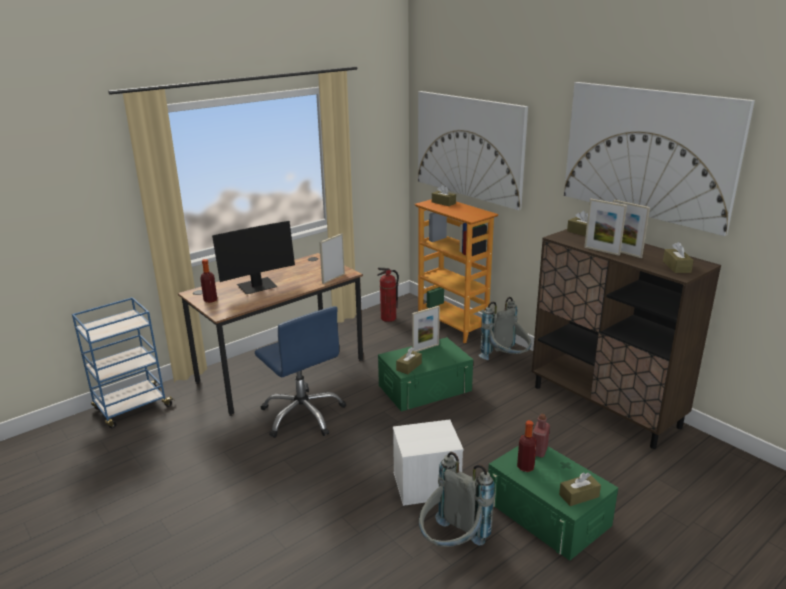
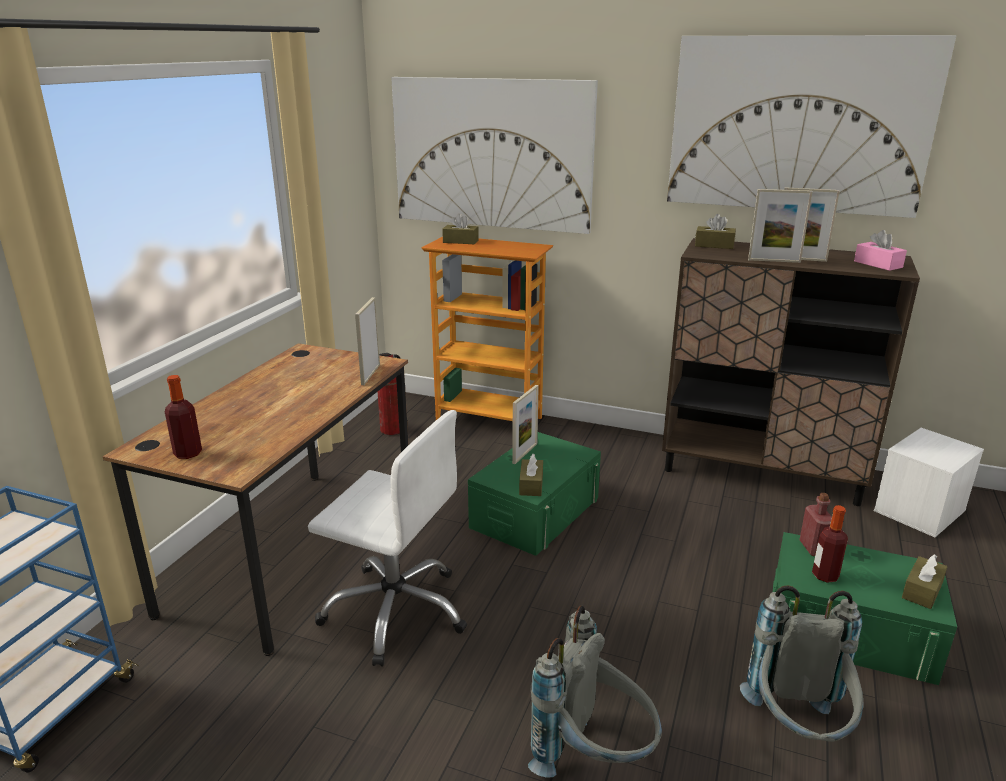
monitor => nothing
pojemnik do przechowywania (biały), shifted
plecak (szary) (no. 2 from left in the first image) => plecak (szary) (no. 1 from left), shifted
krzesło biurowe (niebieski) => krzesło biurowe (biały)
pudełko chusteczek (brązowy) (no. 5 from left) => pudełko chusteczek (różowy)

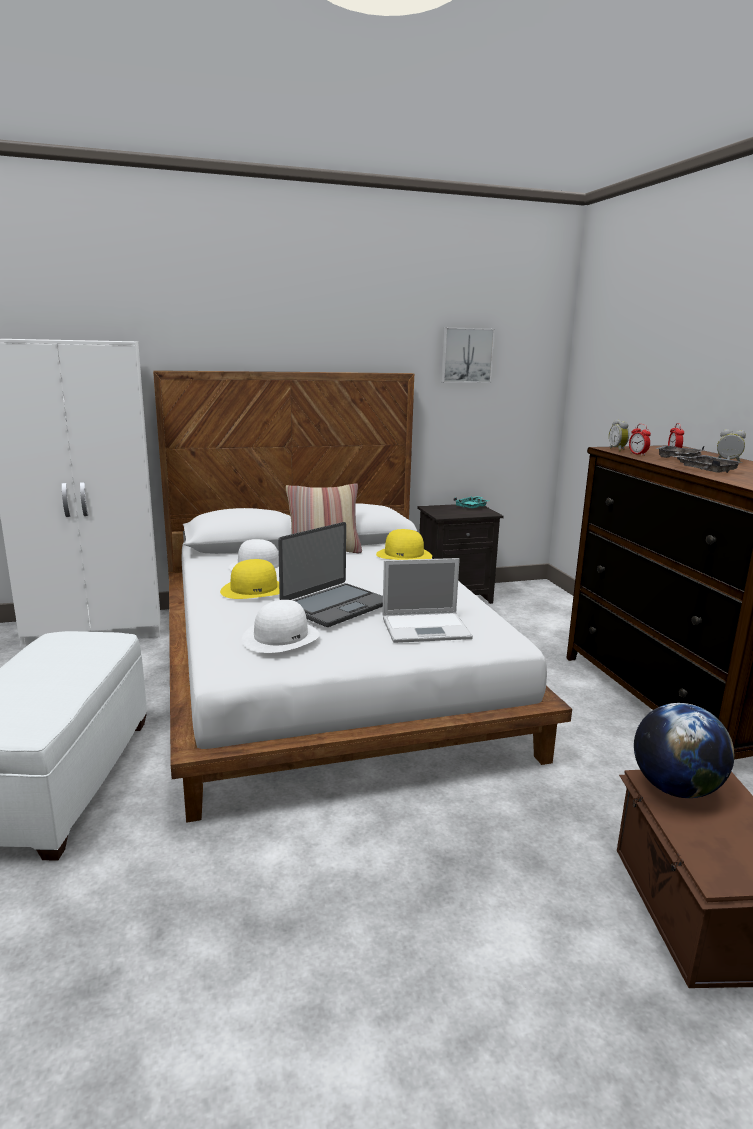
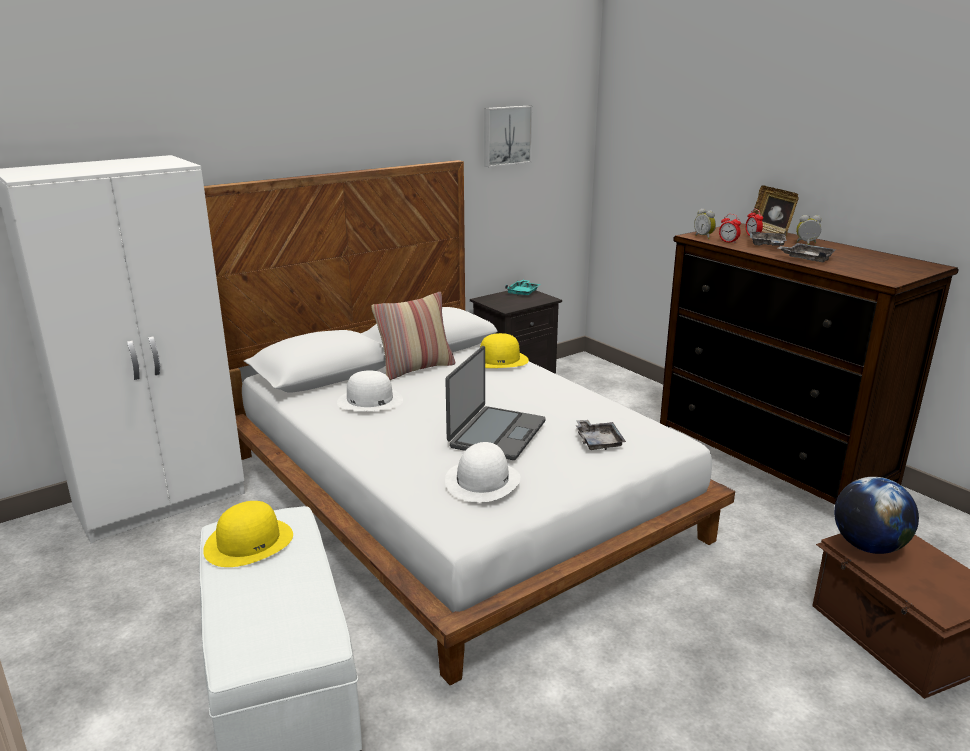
nothing => ramka na zdjęcie
kapelusz (żółty) (no. 1 from left), shifted
laptop (no. 2 from left) => taca (szary) (no. 1 from left)

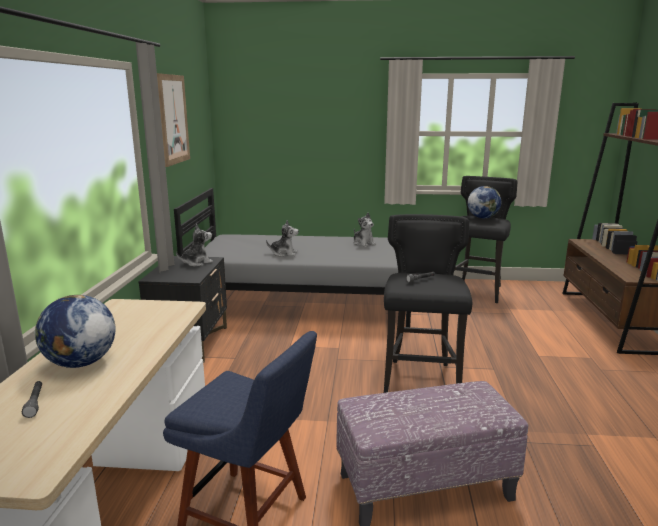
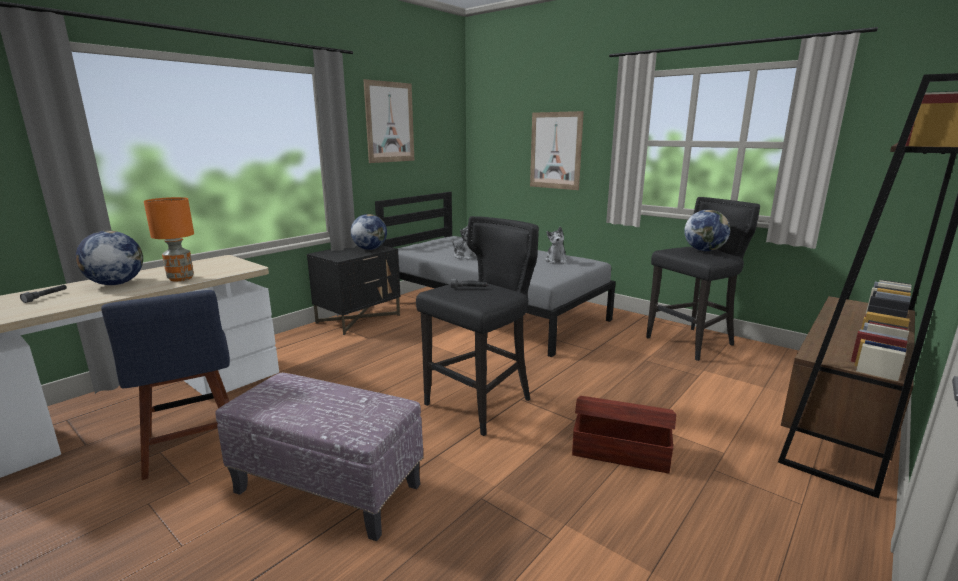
nothing => lampa stołowa (pomarańczowy)
nothing => obraz (no. 2 from left)
nothing => pojemnik do przechowywania (brązowy)
pluszak (no. 1 from left) => globus (no. 2 from left)

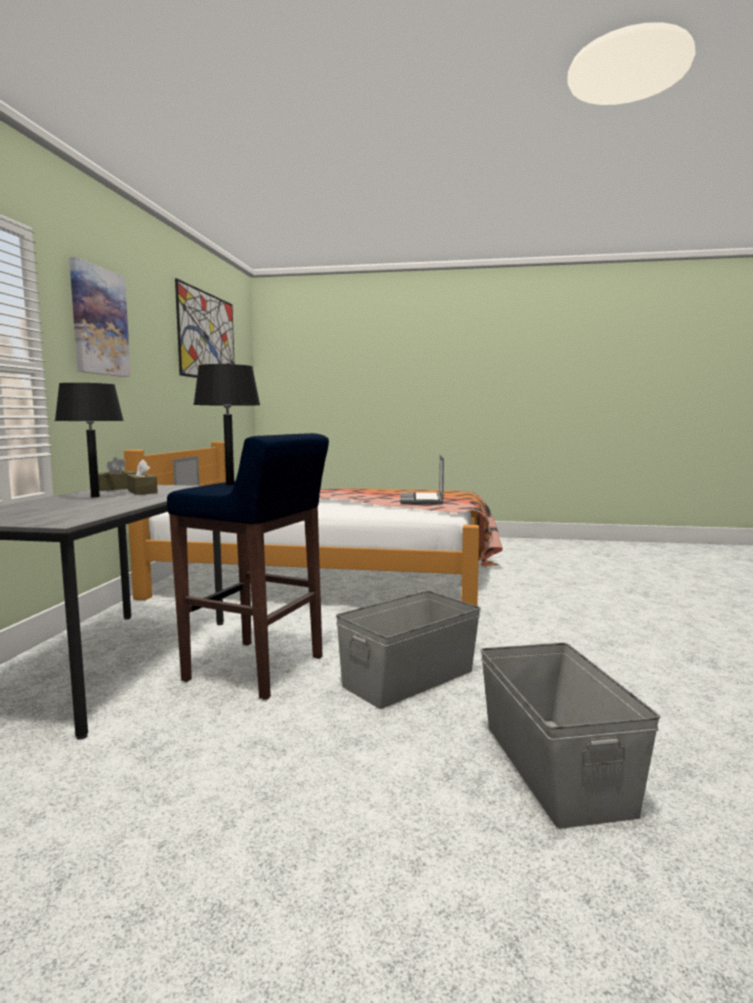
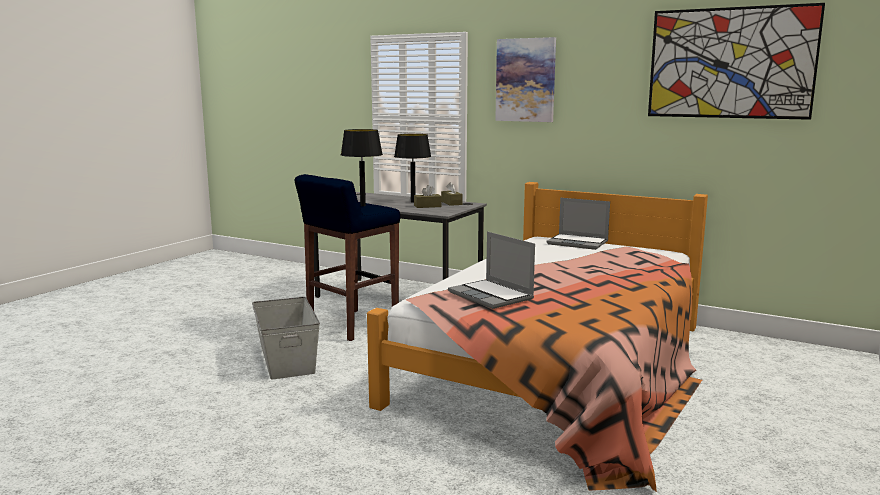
pojemnik do przechowywania (szary) (no. 2 from left) => nothing
laptop (no. 2 from left in the first image) => laptop (no. 1 from left), 150 degrees counterclockwise

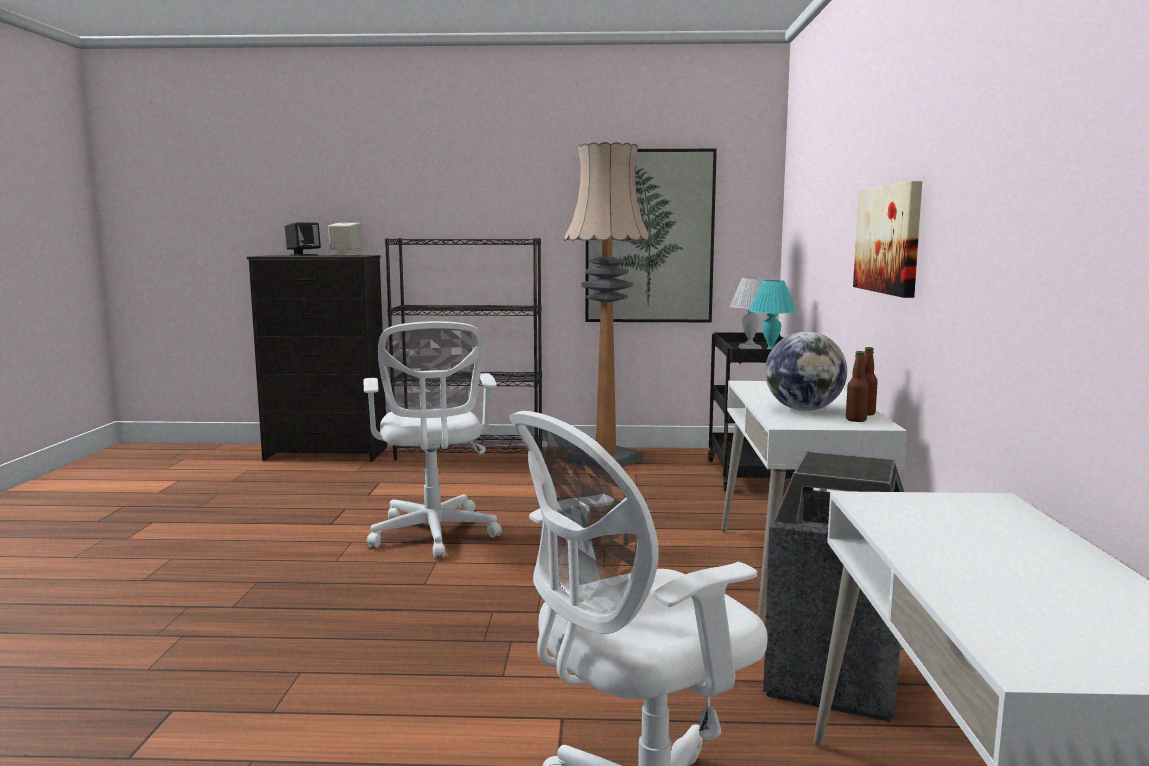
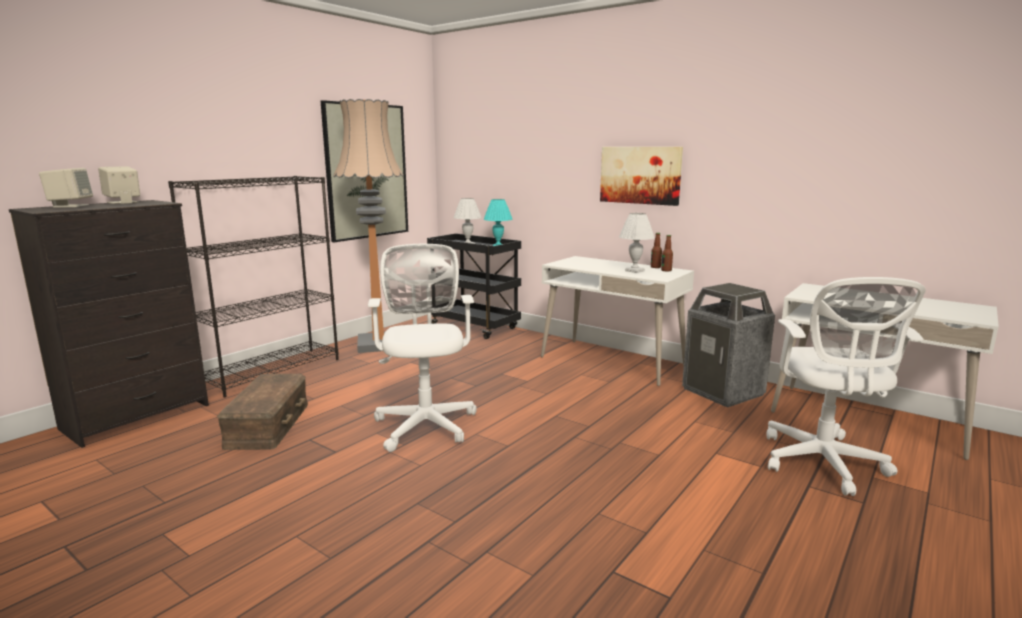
nothing => pojemnik do przechowywania (brązowy)
globus => lampa stołowa (biały) (no. 2 from left)
głośnik (czarny) => głośnik (beżowy) (no. 1 from left)
krzesło biurowe (biały) (no. 1 from left), 120 degrees counterclockwise

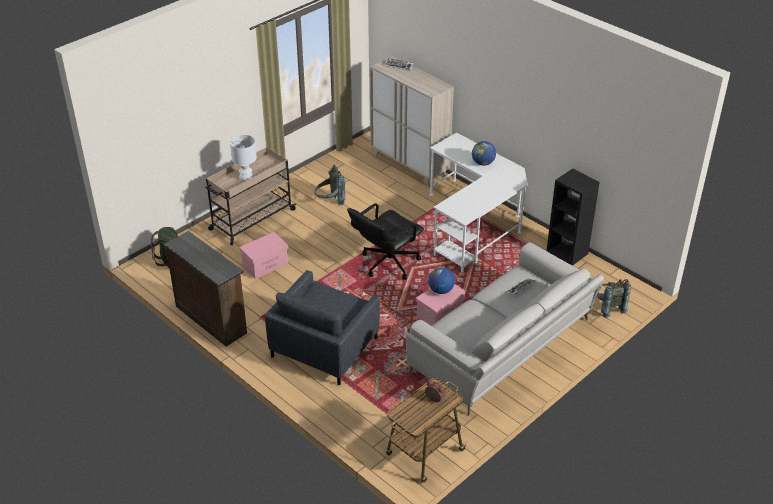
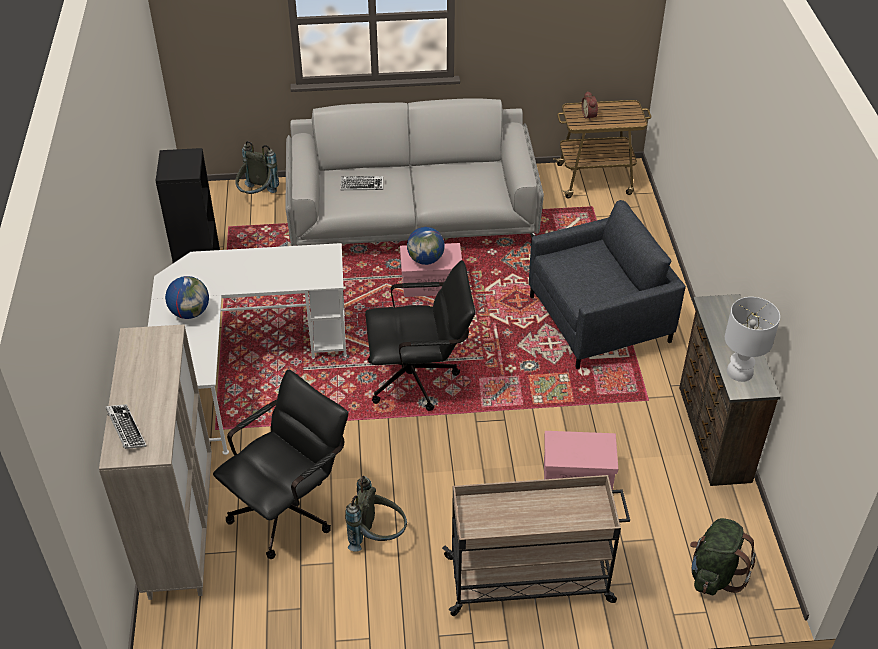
nothing => krzesło biurowe (czarny) (no. 1 from left)
lampa stołowa (biały), shifted

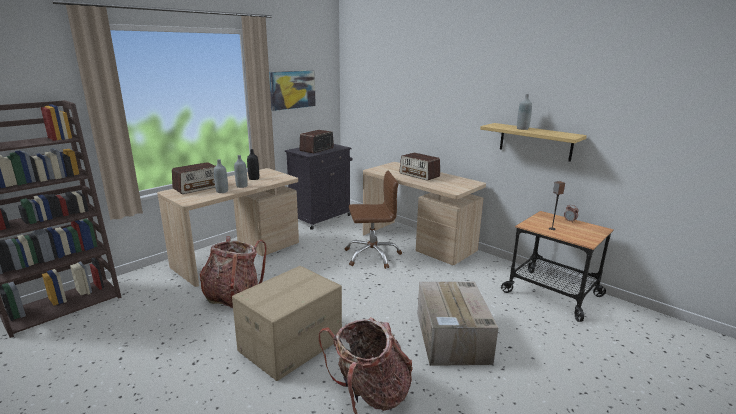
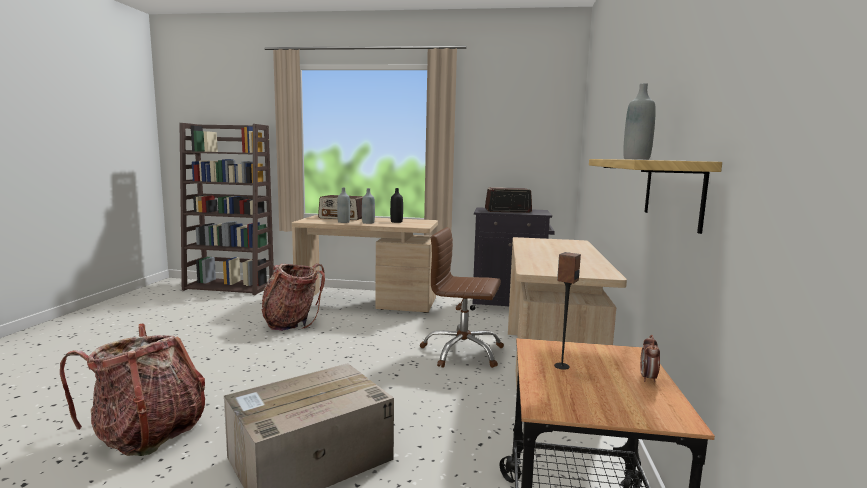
karton (no. 1 from left) => nothing
obraz => nothing
radio (no. 3 from left) => nothing
krzesło biurowe (brązowy), 150 degrees clockwise

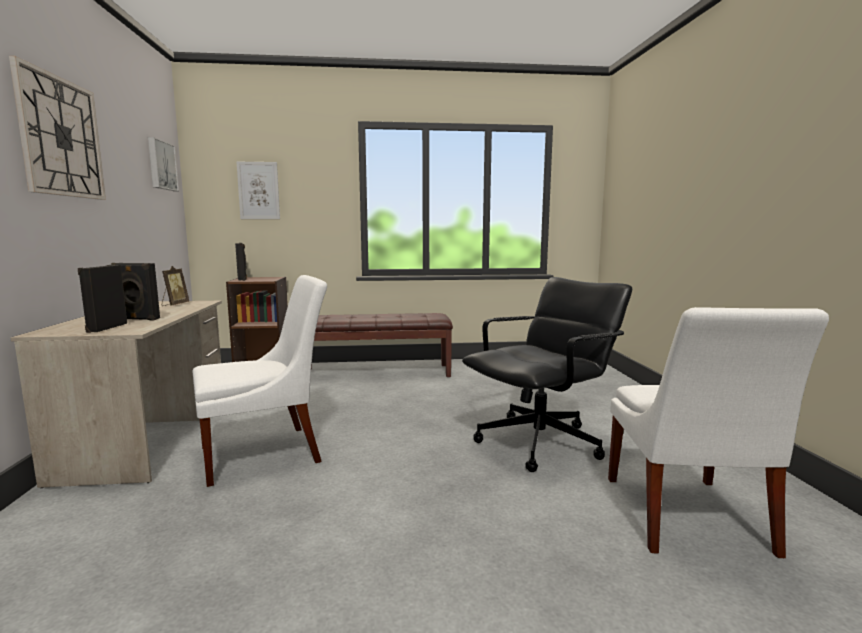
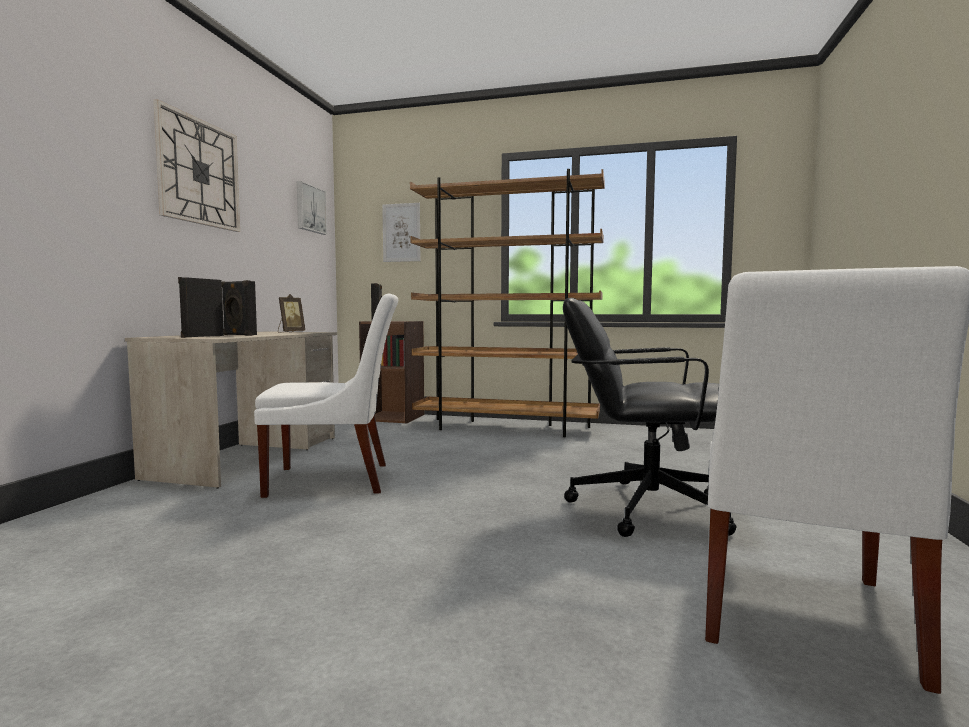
ławka (brązowy) => regał (brązowy) (no. 2 from left)
krzesło biurowe (czarny), 150 degrees counterclockwise

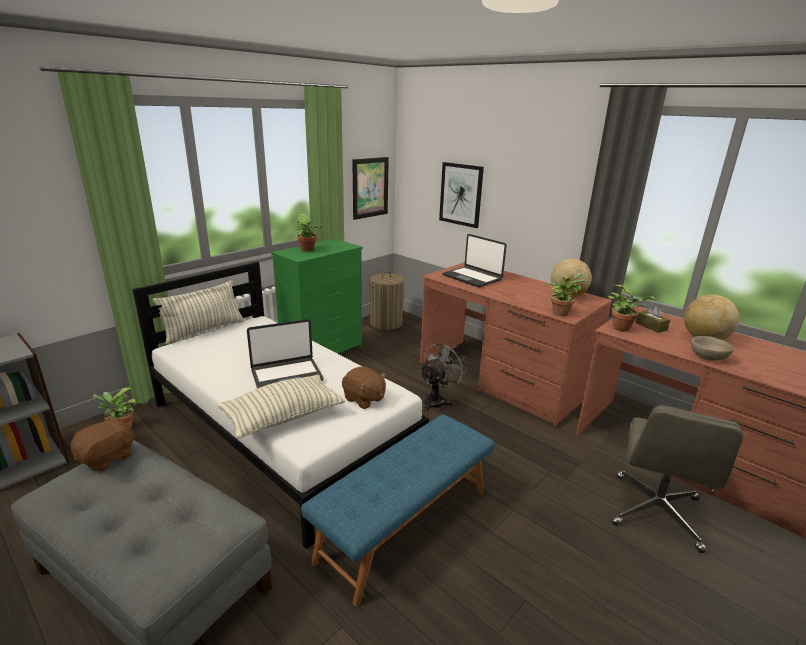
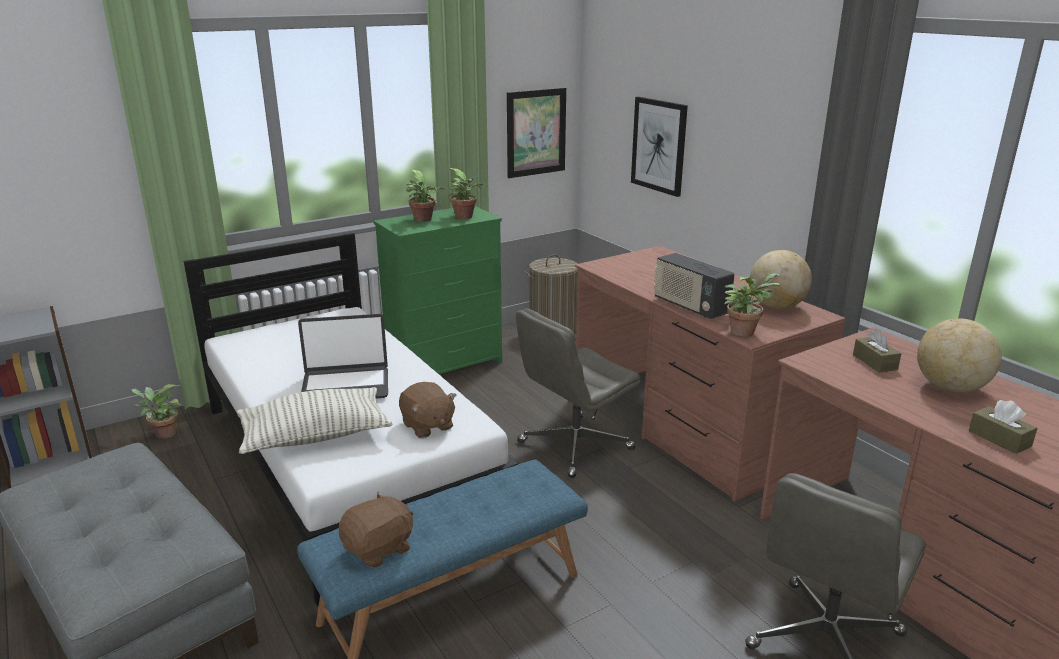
poduszka (no. 1 from left) => nothing
laptop (no. 2 from left) => nothing
miska (beżowy) => nothing
nothing => radio
nothing => pudełko chusteczek (brązowy) (no. 2 from left)
pluszak (brązowy) (no. 1 from left), shifted
roślina doniczkowa (no. 4 from left in the first image) => roślina doniczkowa (no. 3 from left), shifted
wentylator (szary) => krzesło biurowe (szary) (no. 1 from left)

